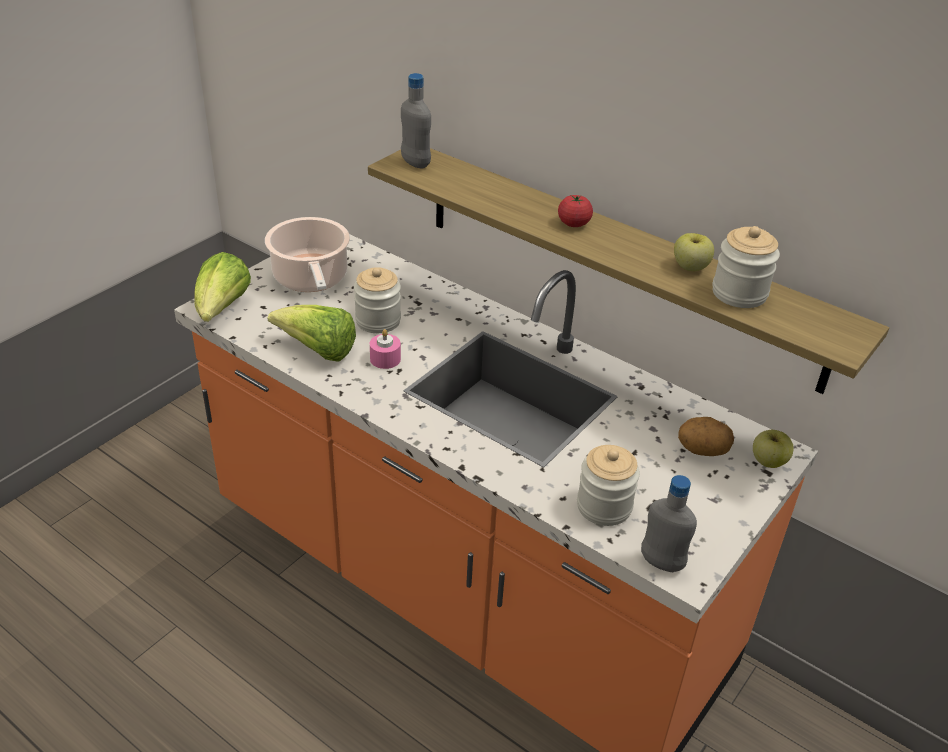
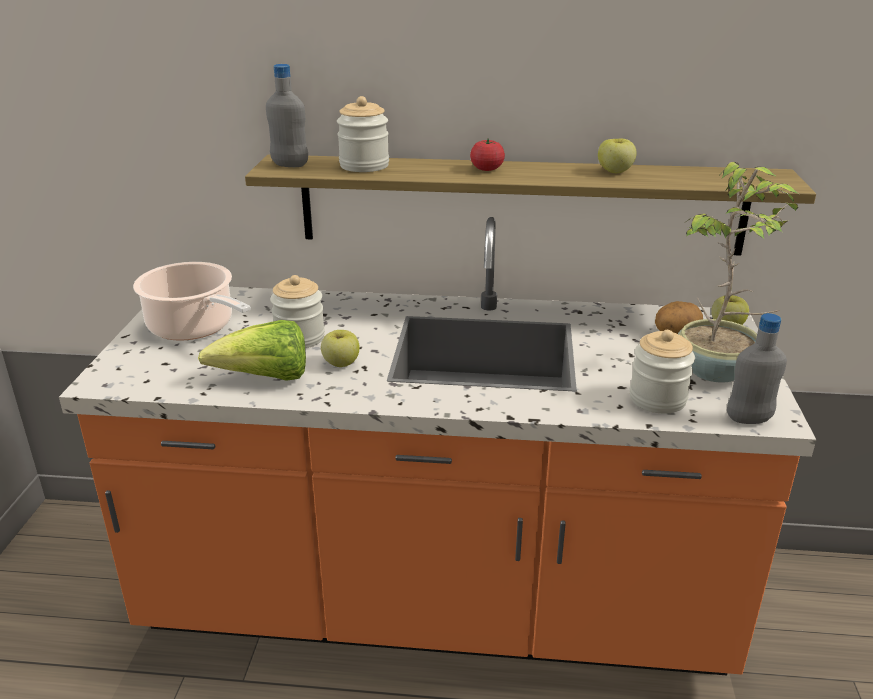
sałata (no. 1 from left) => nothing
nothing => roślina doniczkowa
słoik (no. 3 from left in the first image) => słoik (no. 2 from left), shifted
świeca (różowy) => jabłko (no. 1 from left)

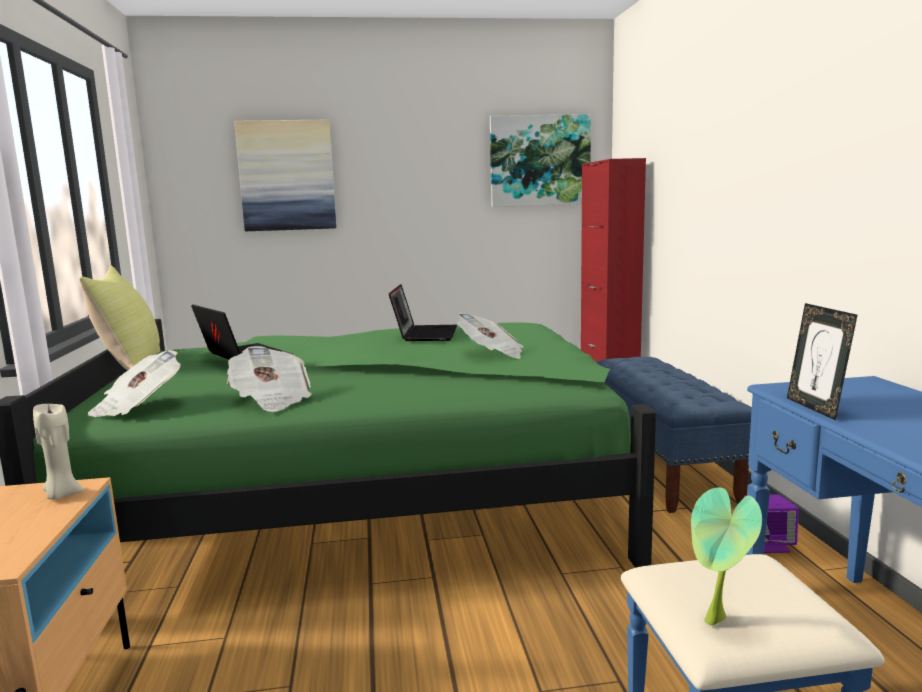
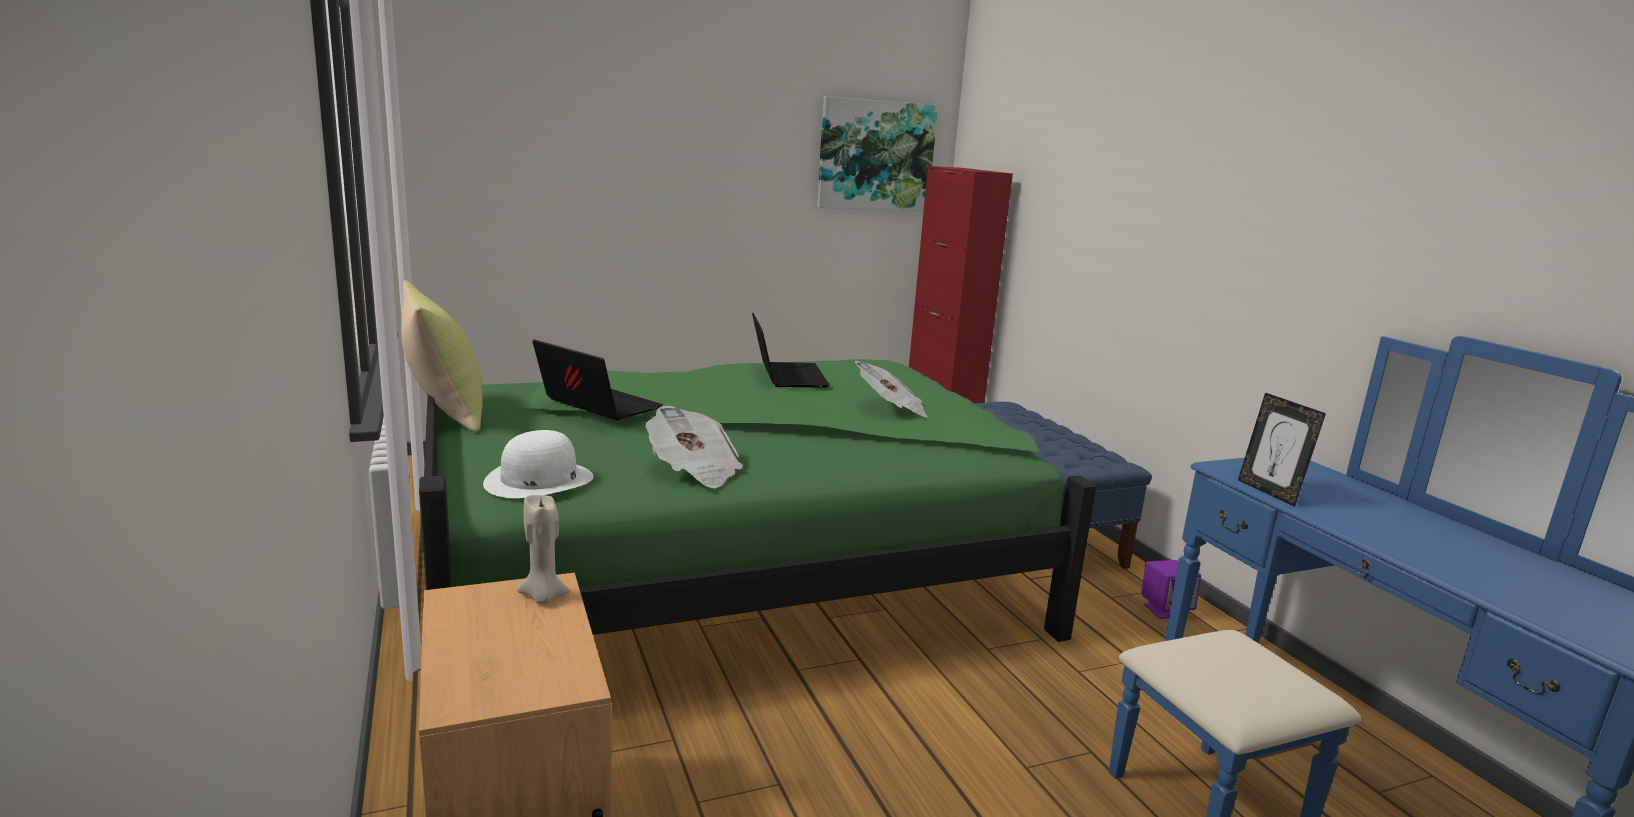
obraz (no. 1 from left) => nothing
roślina doniczkowa => nothing
gazeta (no. 1 from left) => kapelusz (biały)

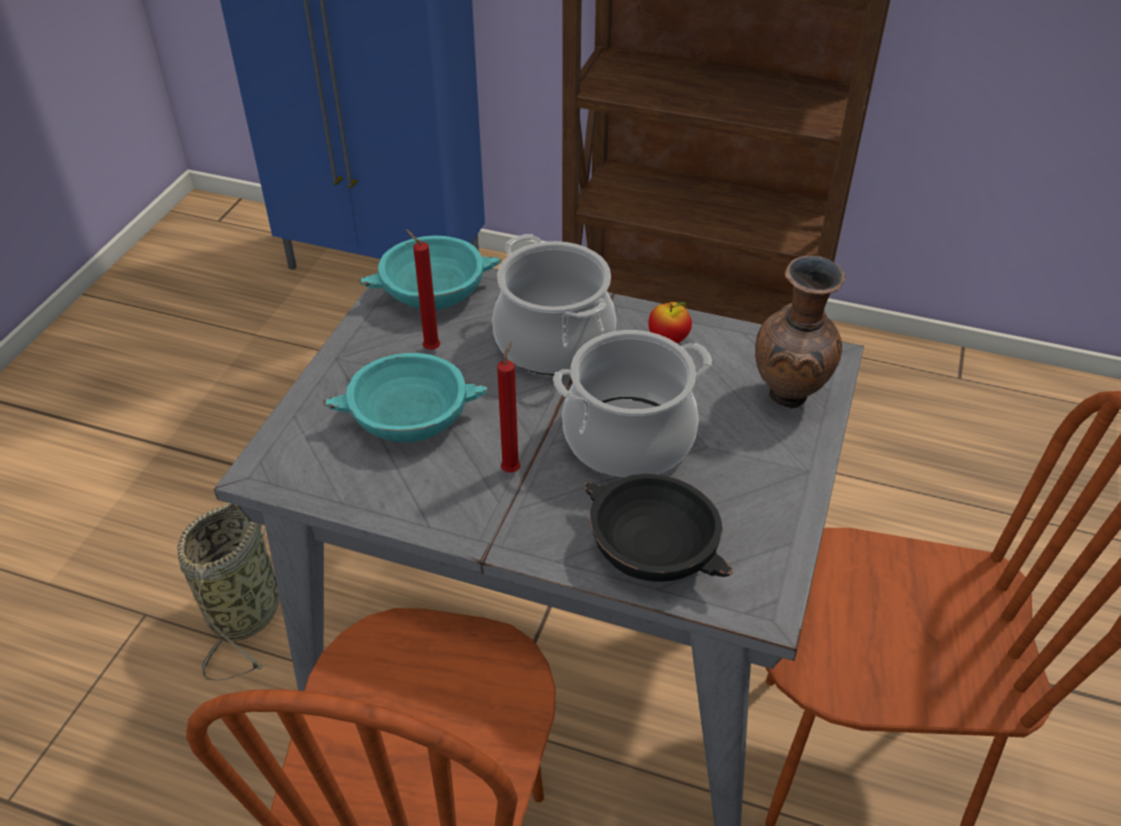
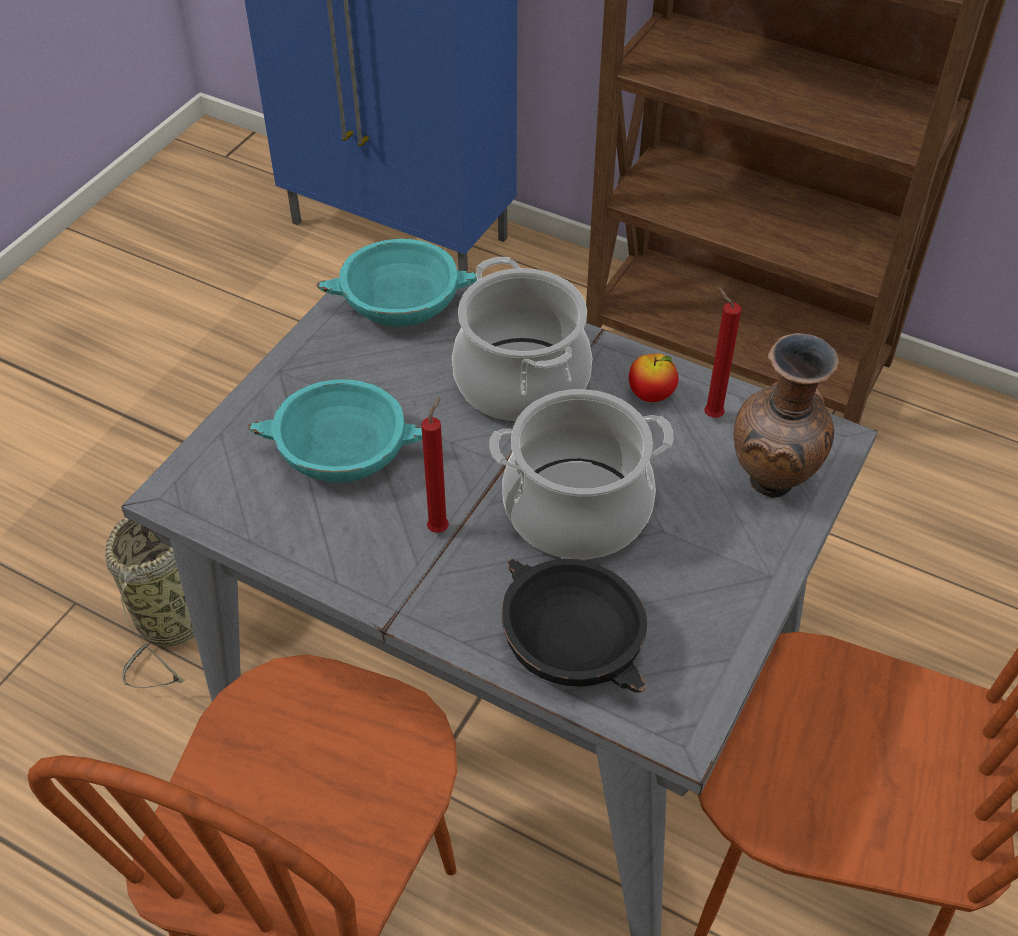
świeca (czerwony) (no. 1 from left in the first image) => świeca (czerwony) (no. 2 from left), shifted

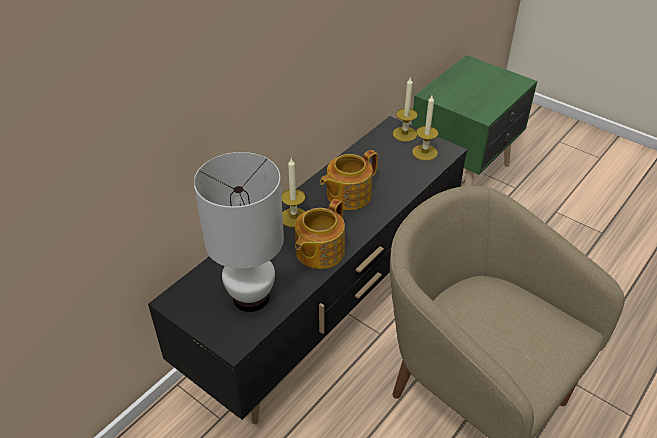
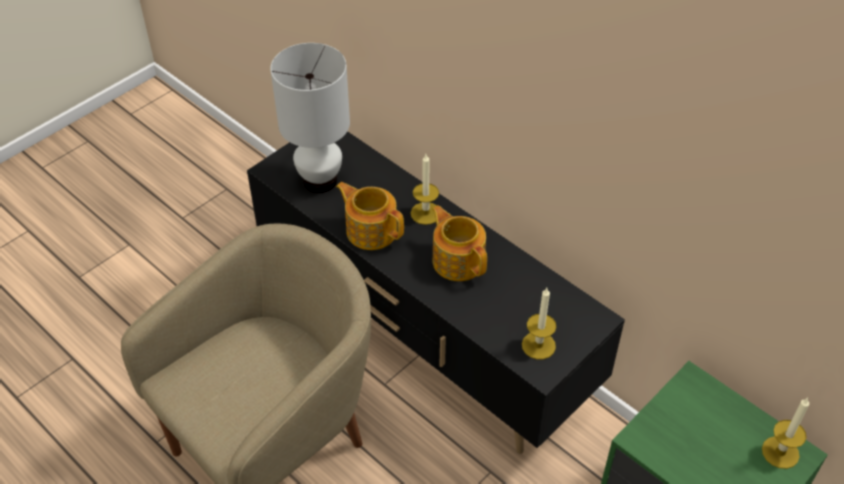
świeca (no. 2 from left in the first image) => świeca (no. 3 from left), shifted

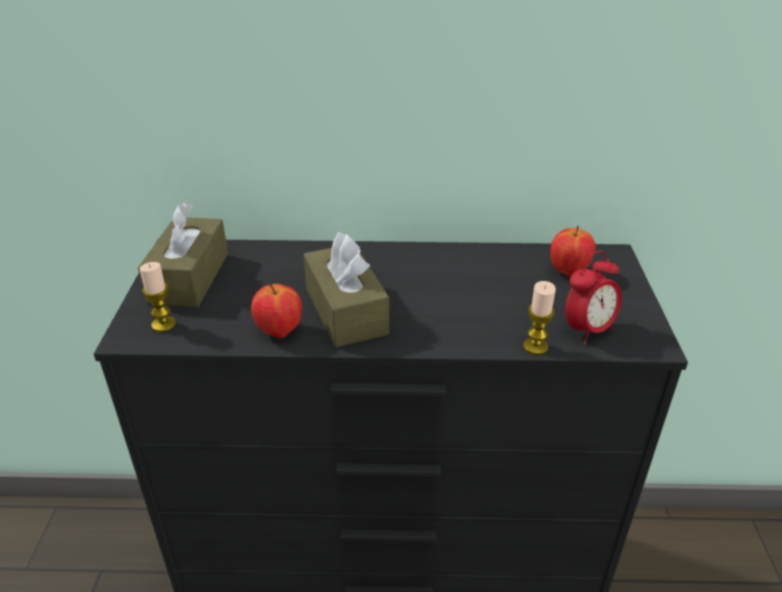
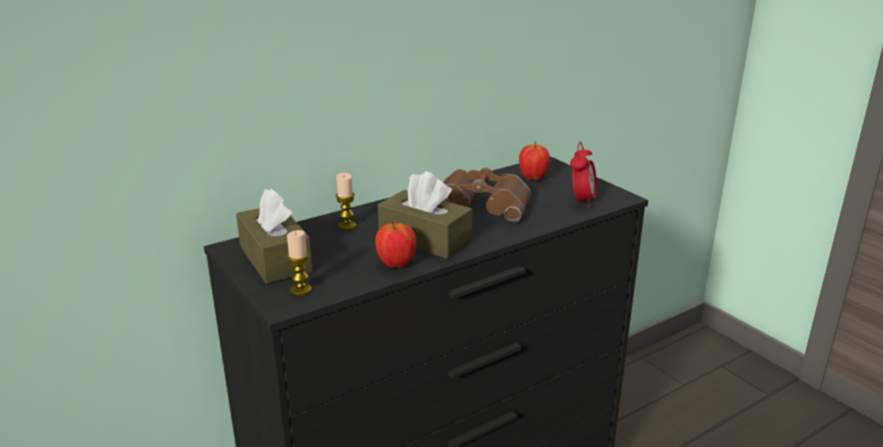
nothing => lornetka (brązowy)
świeca (no. 2 from left), shifted

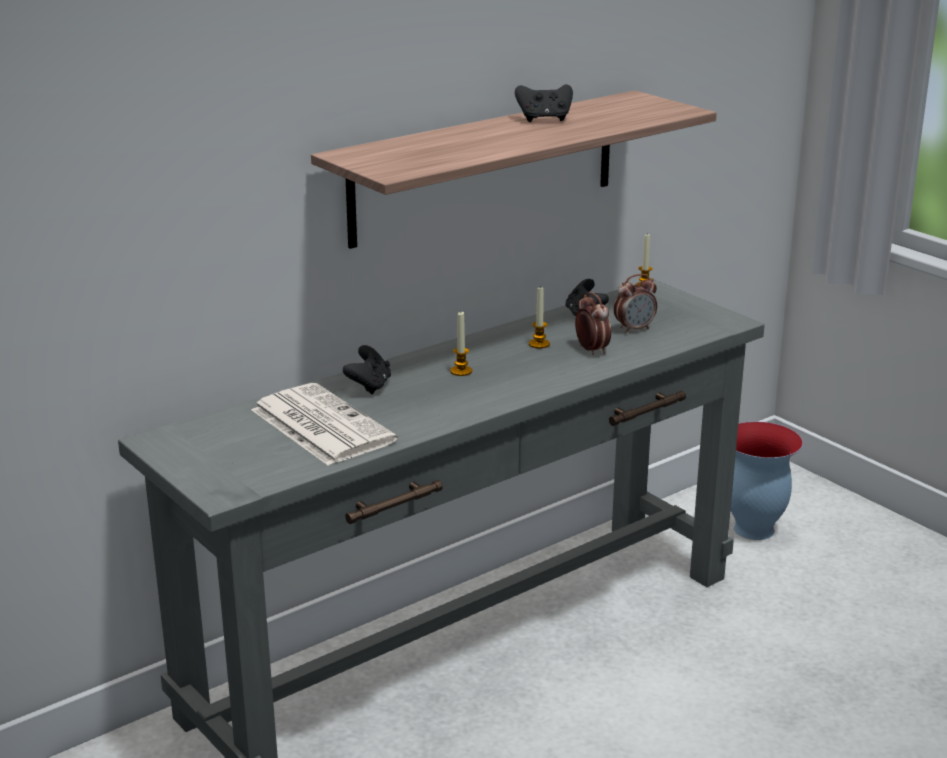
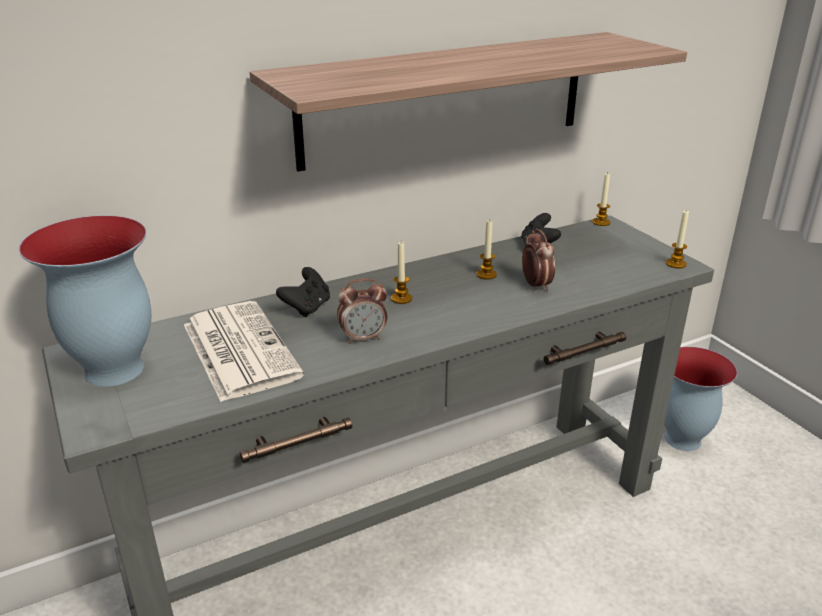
pad do gier (czarny) (no. 2 from left) => nothing
nothing => wazon (no. 1 from left)
nothing => świeca (no. 4 from left)
budzik (no. 2 from left in the first image) => budzik (no. 1 from left), shifted

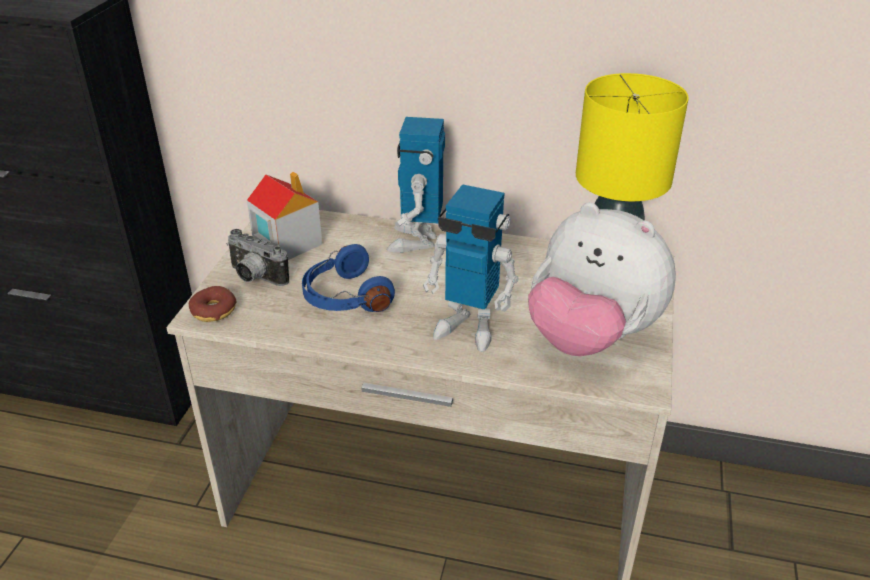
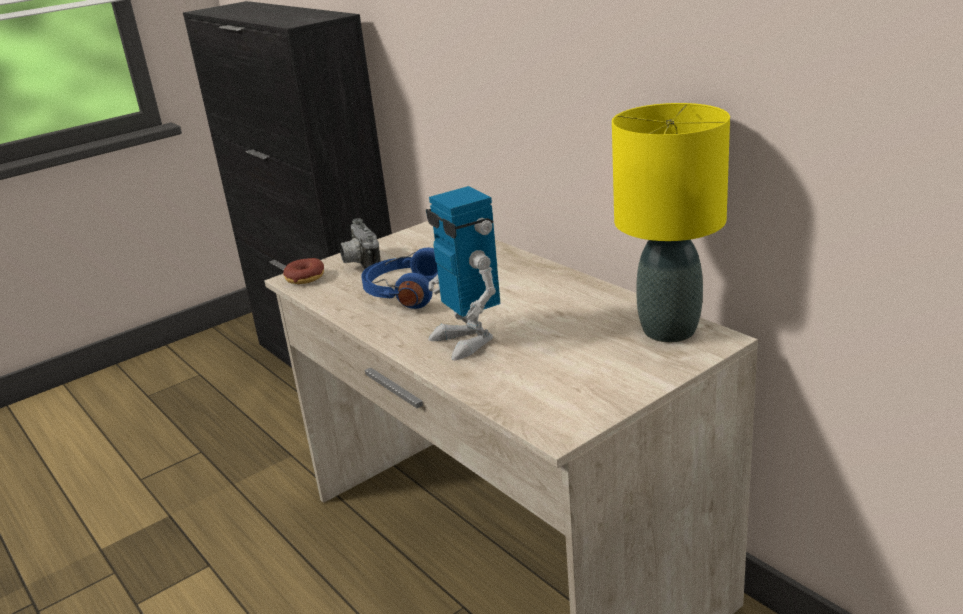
domek => nothing
robot zabawkowy (no. 1 from left) => nothing
pluszak => nothing

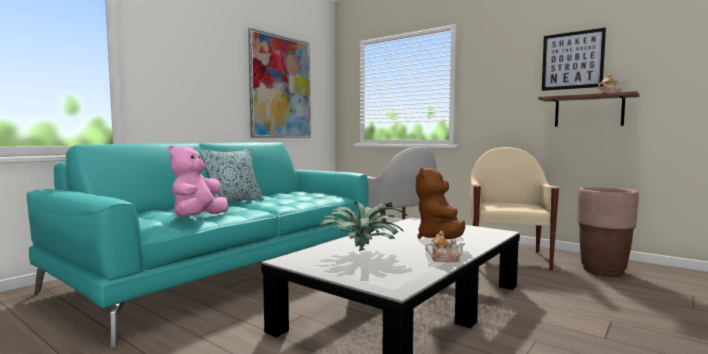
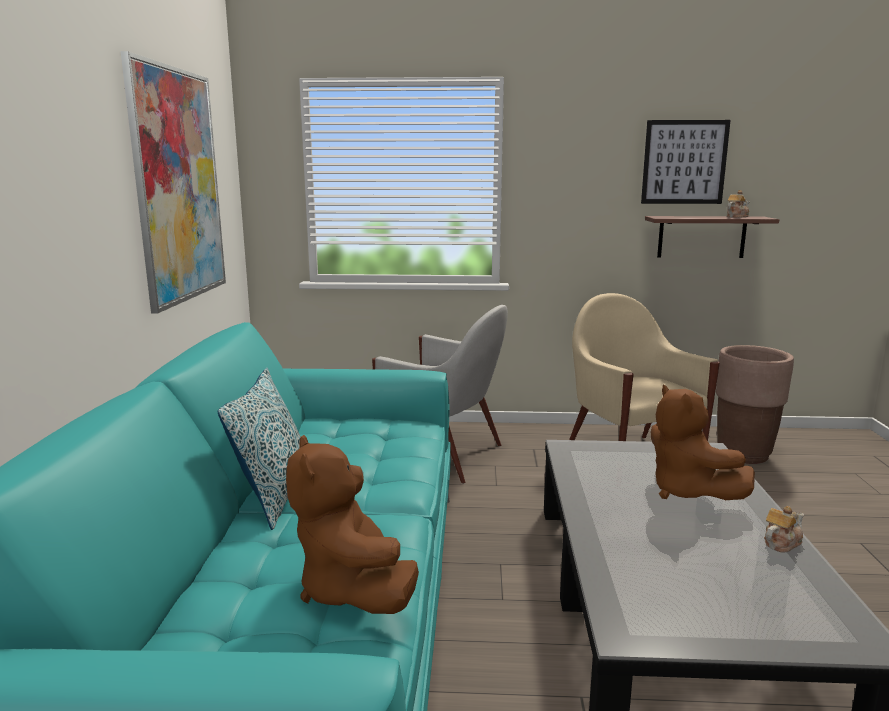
roślina doniczkowa => nothing
pluszak (różowy) => pluszak (brązowy) (no. 1 from left)

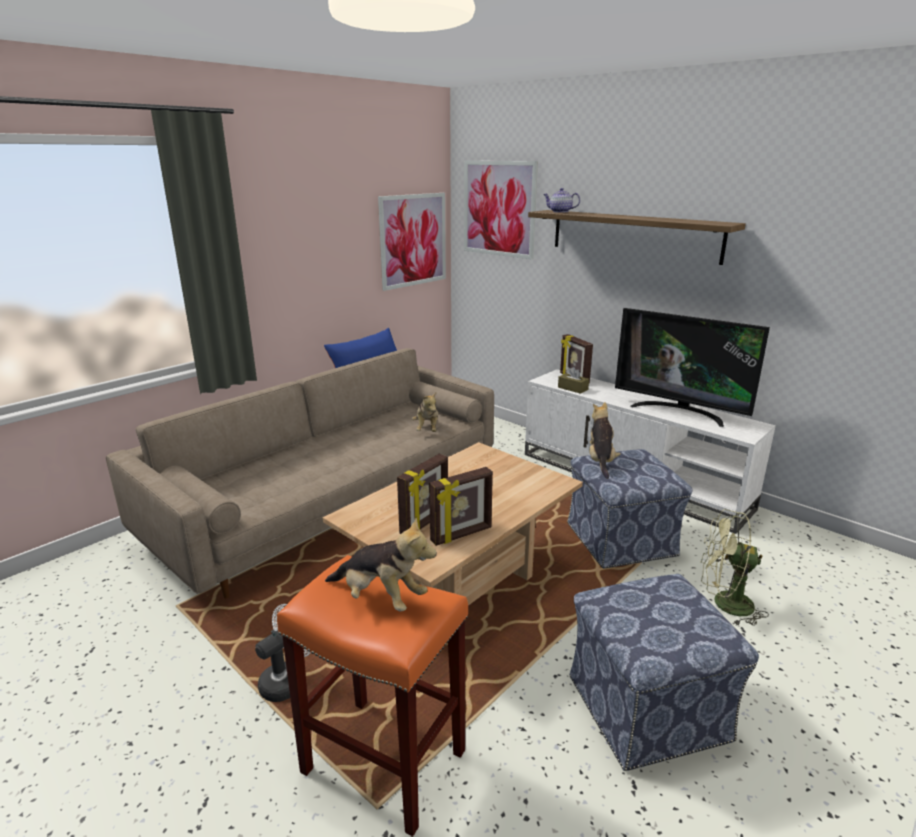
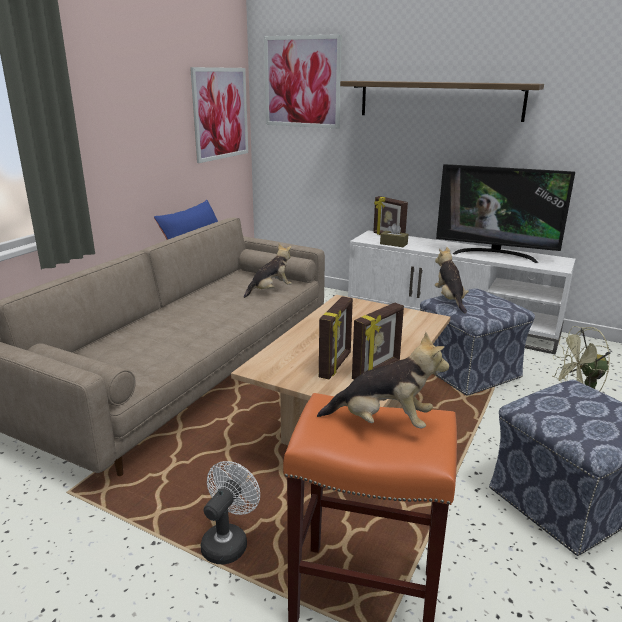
imbryk => nothing
pluszak (no. 2 from left in the first image) => pluszak (no. 1 from left), 105 degrees counterclockwise

